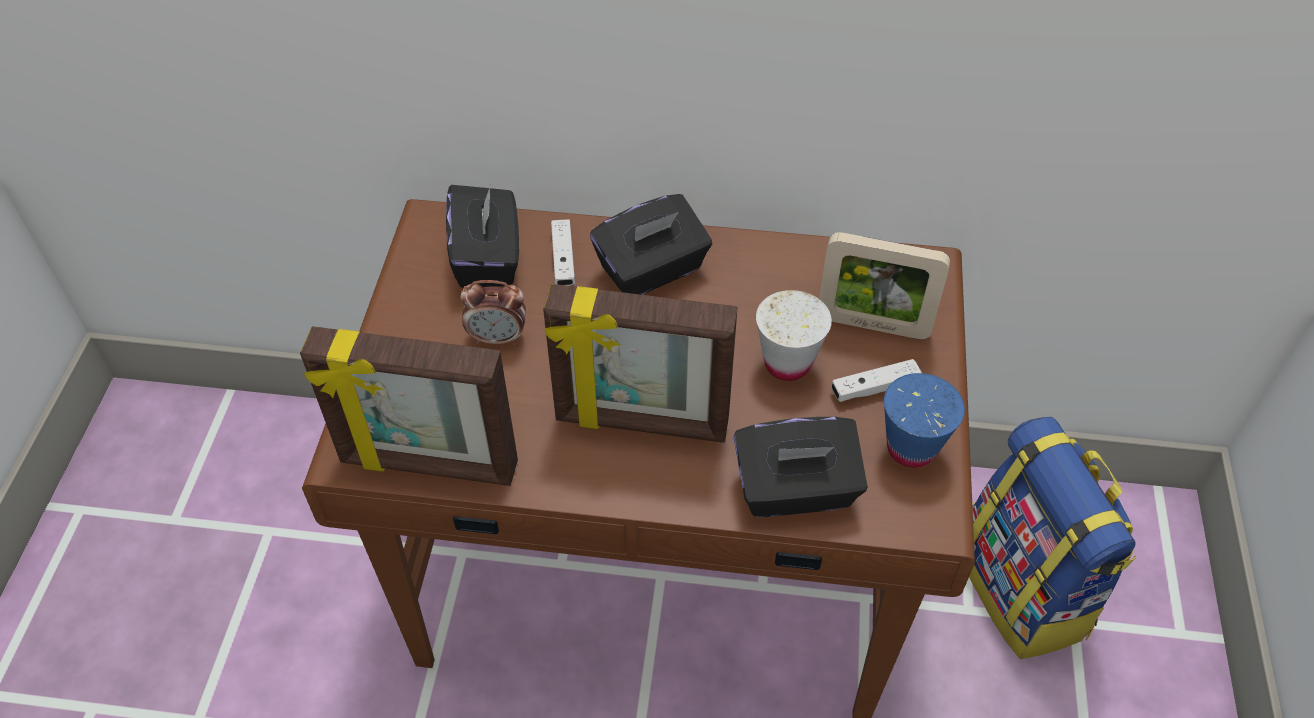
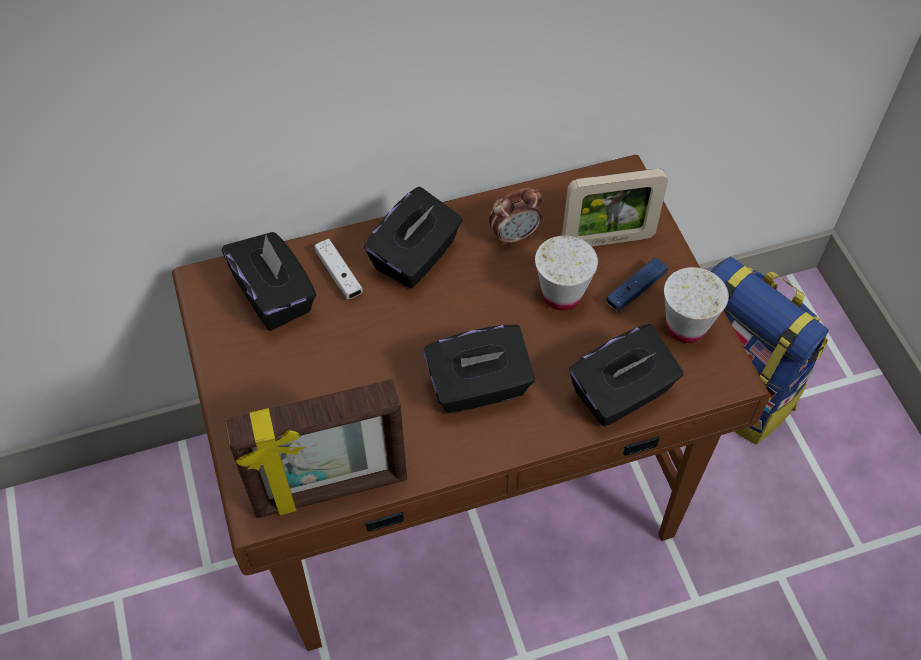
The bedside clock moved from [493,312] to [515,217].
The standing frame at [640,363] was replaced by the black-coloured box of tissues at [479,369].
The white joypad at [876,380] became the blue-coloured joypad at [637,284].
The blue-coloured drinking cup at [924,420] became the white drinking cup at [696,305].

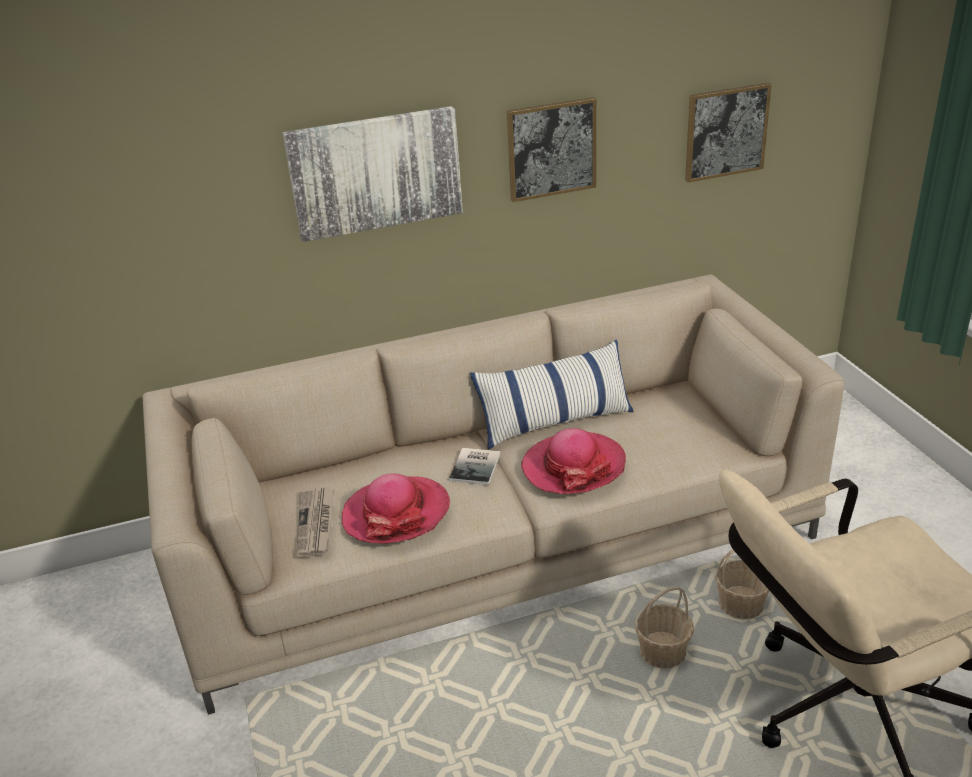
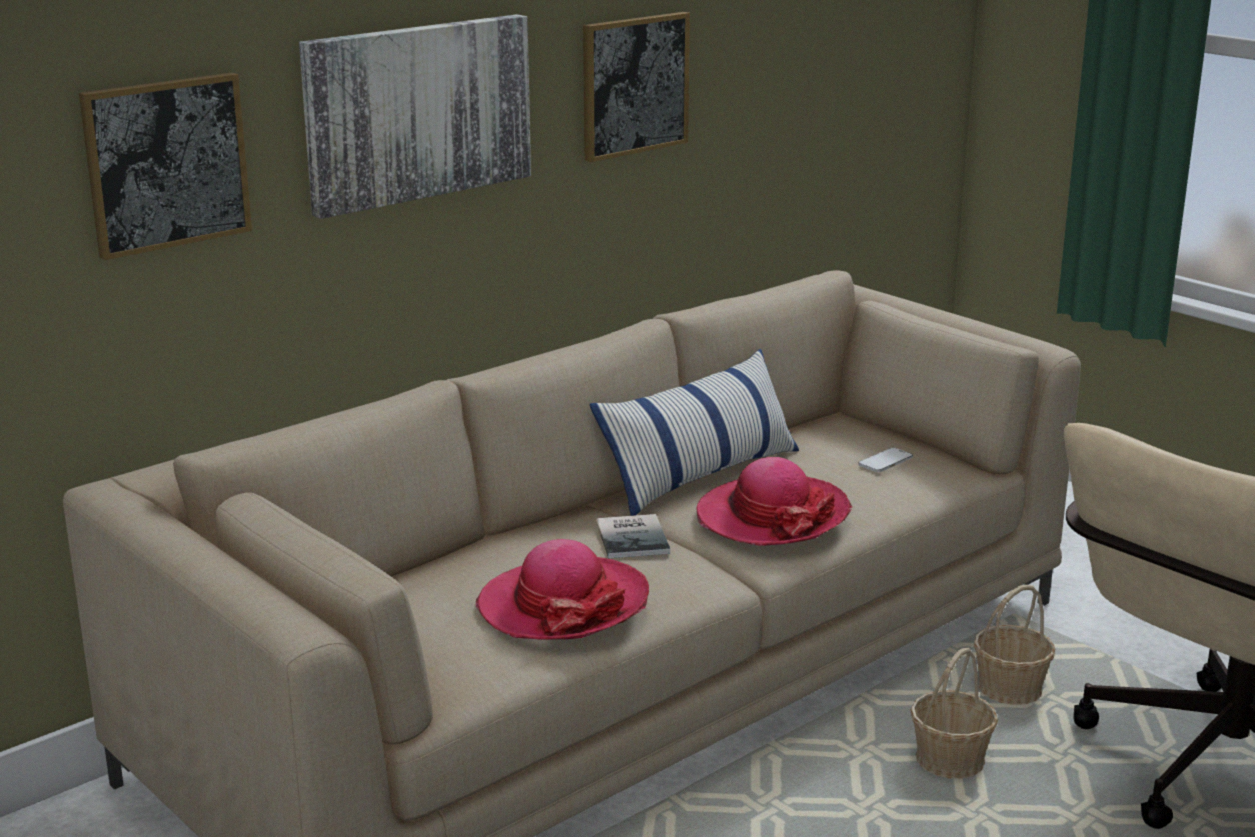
The newspaper at [315,522] disappeared.
The wall art moved from [728,133] to [165,166].
The telephone at [885,460] appeared.

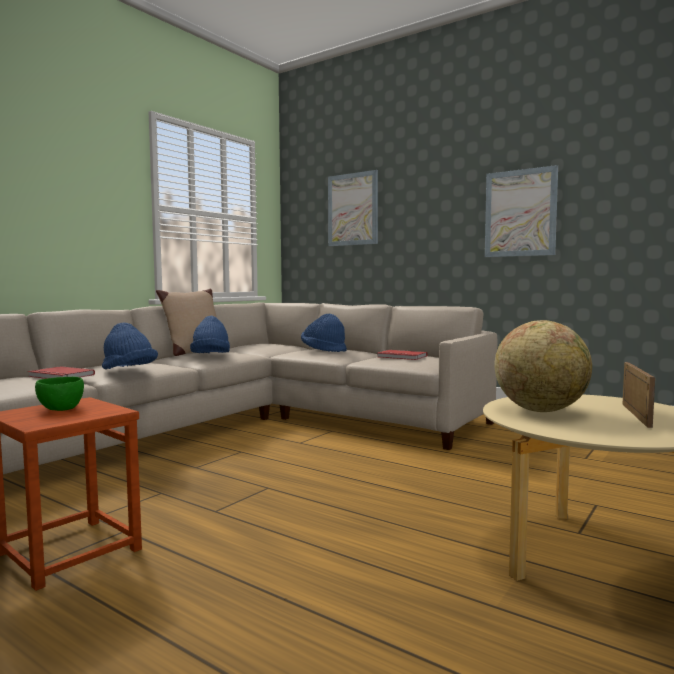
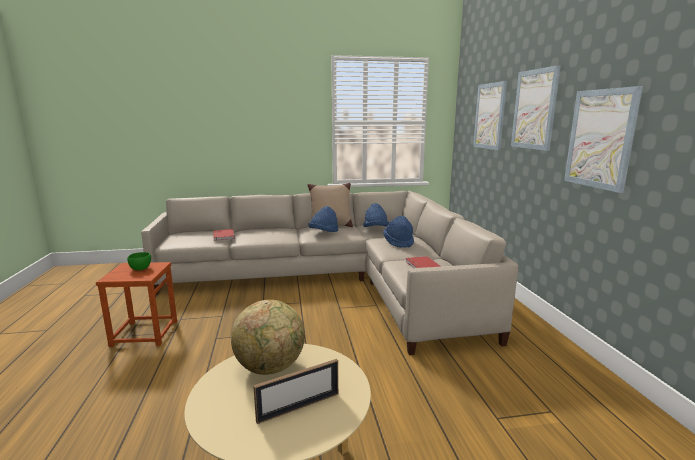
The blue-coloured wearable hat moved from [130,345] to [376,215].
The wall art at [536,108] appeared.

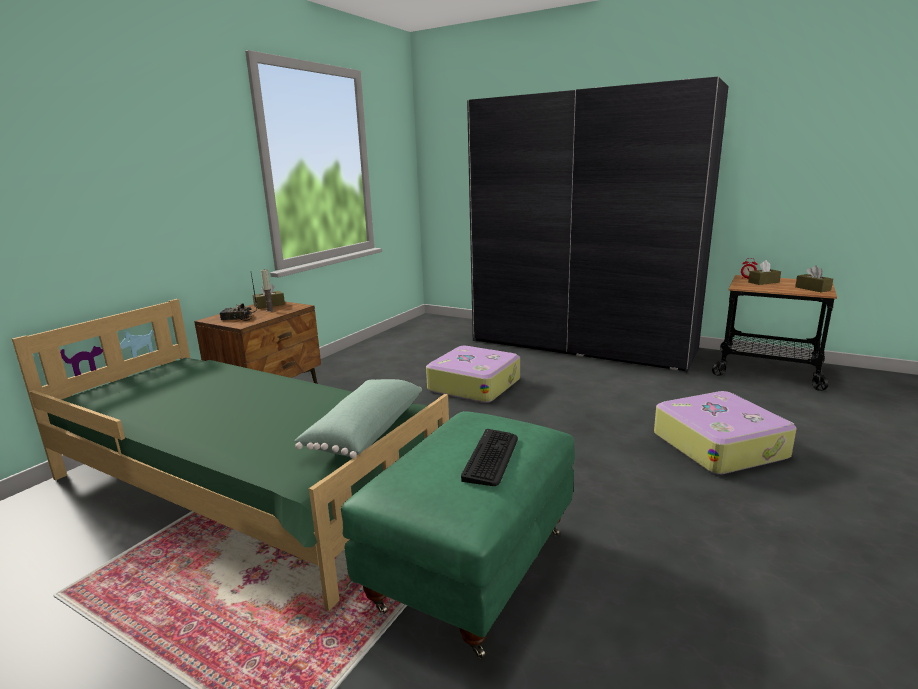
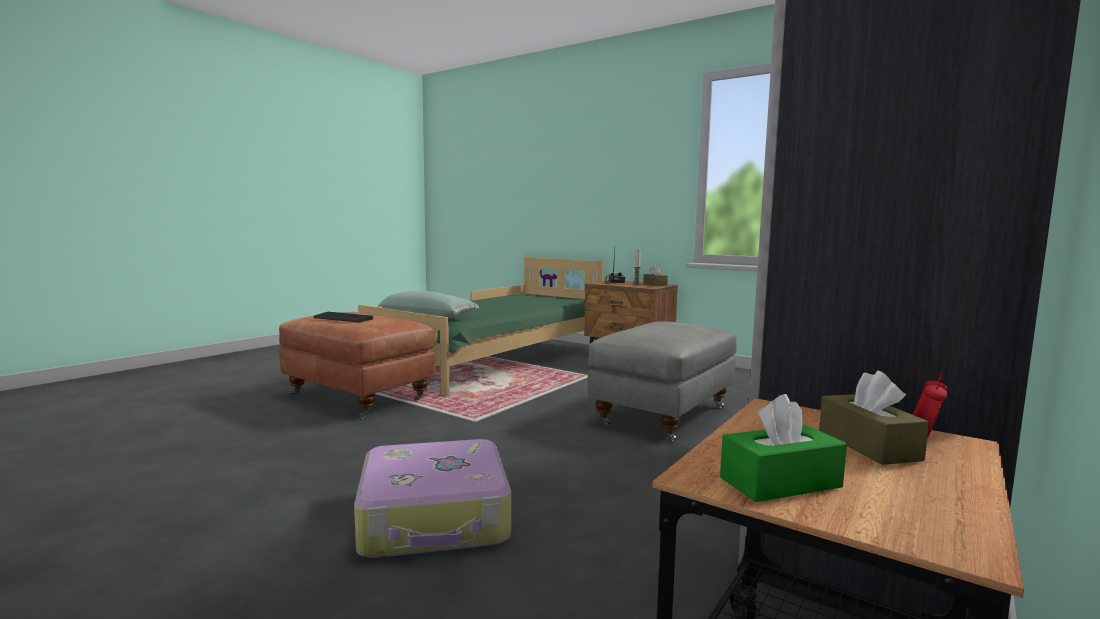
The green pouffe at [458,535] became the brown-coloured pouffe at [357,365].
The suitcase at [473,374] was replaced by the gray pouffe at [662,381].
The brown-coloured box of tissues at [814,279] became the green box of tissues at [783,448].

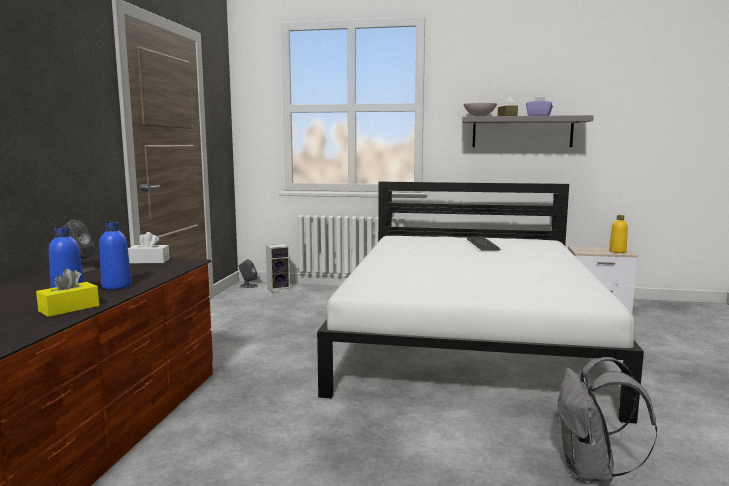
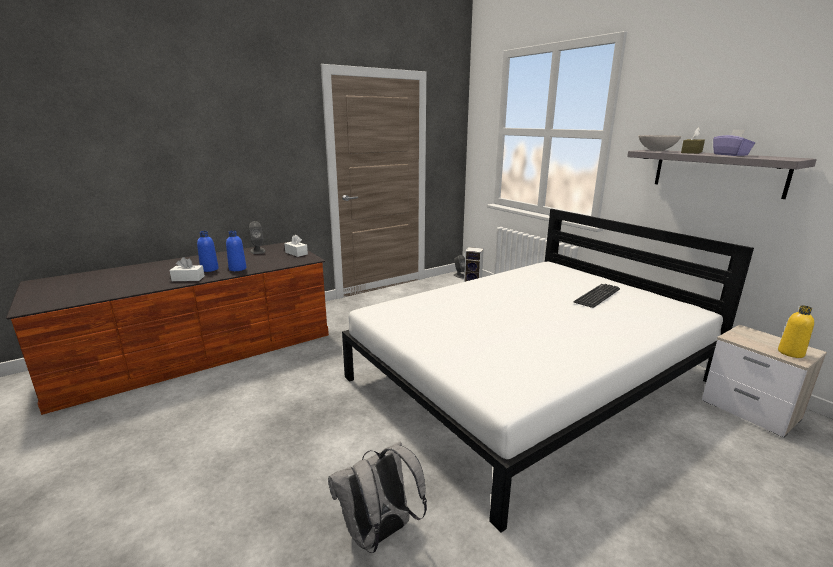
The yellowish box of tissues at [67,292] became the white box of tissues at [187,269].

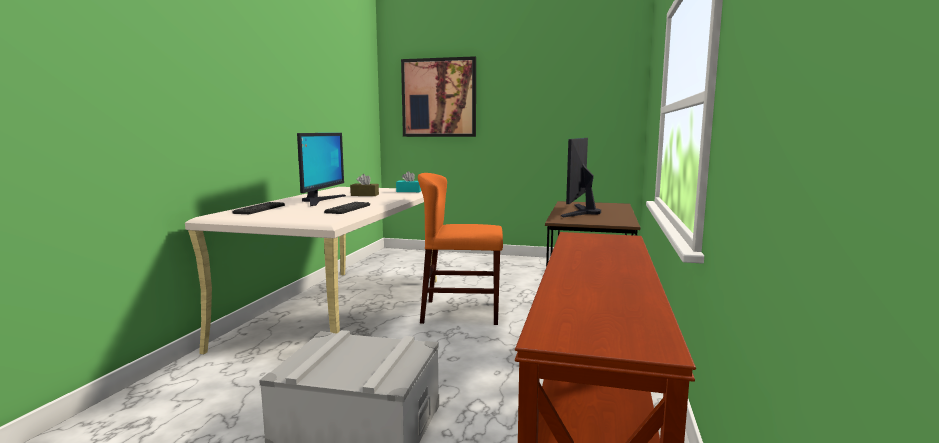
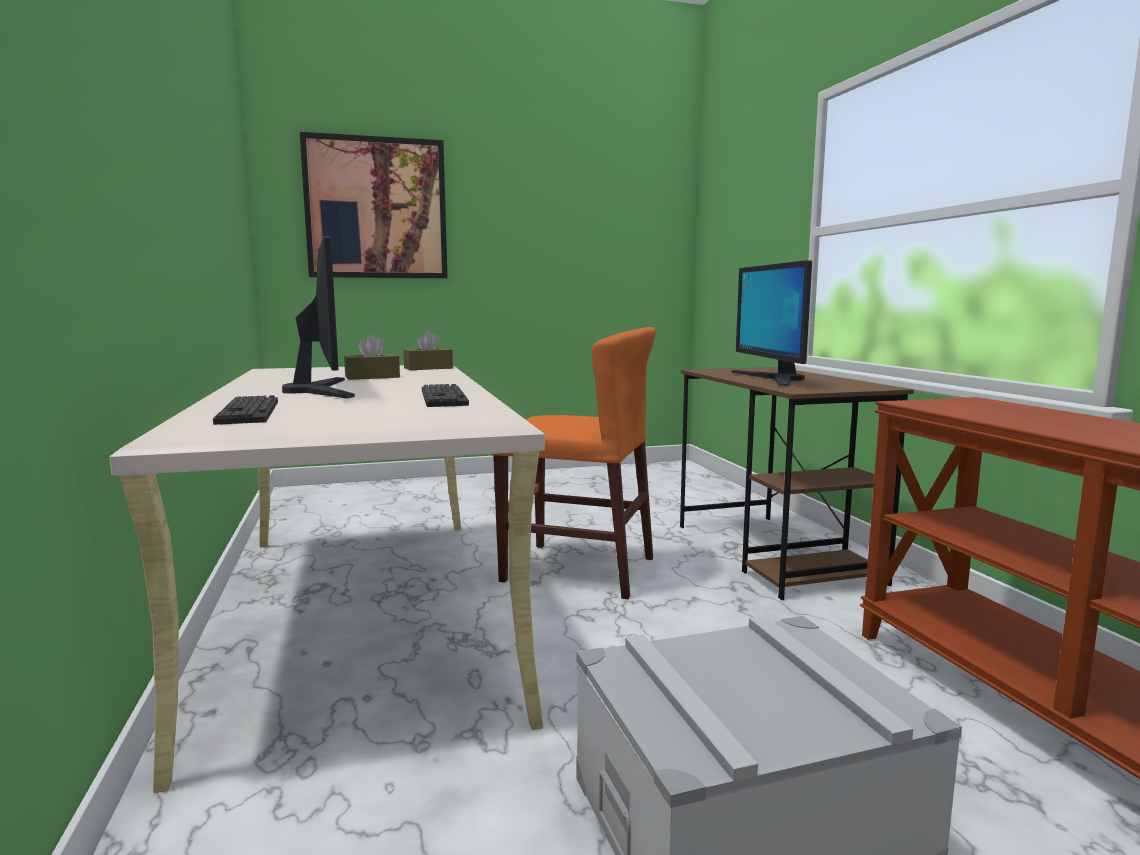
The blue-green box of tissues at [408,181] became the brown-coloured box of tissues at [428,350].
The orange-coloured chair at [460,249] turned 135 degrees counterclockwise.

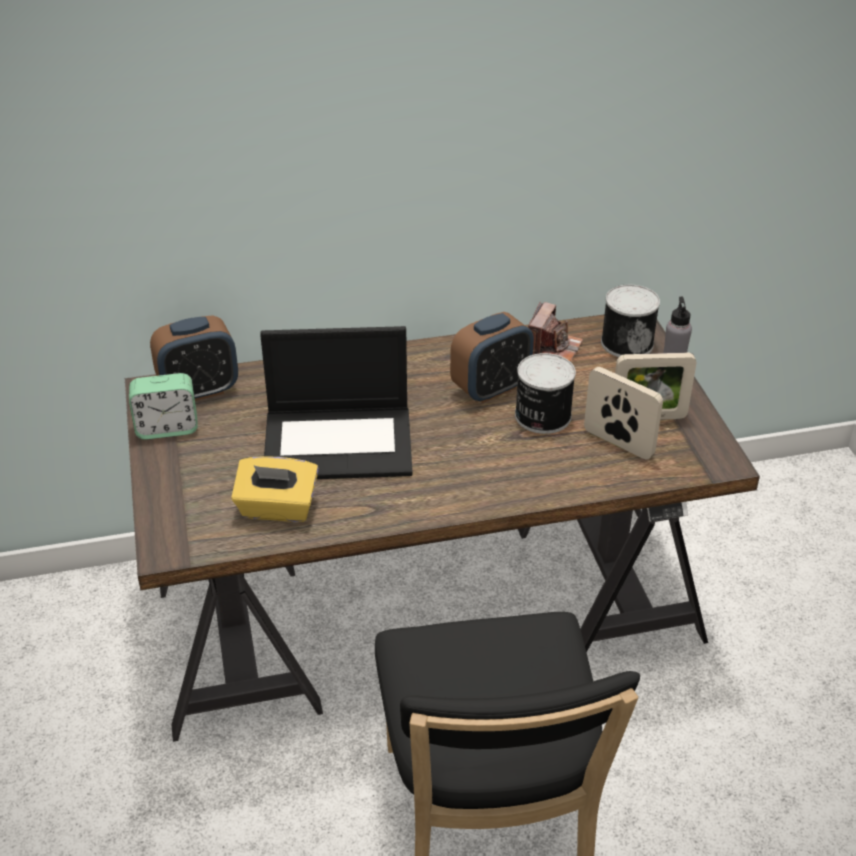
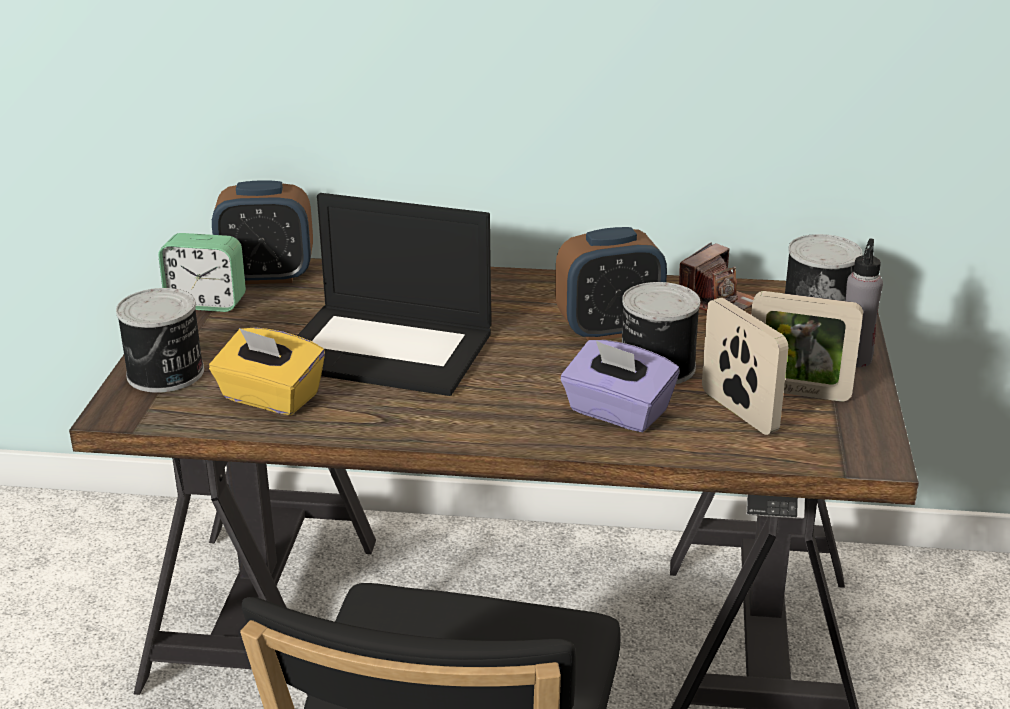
The can at [160,340] appeared.
The purplish box of tissues at [620,386] appeared.

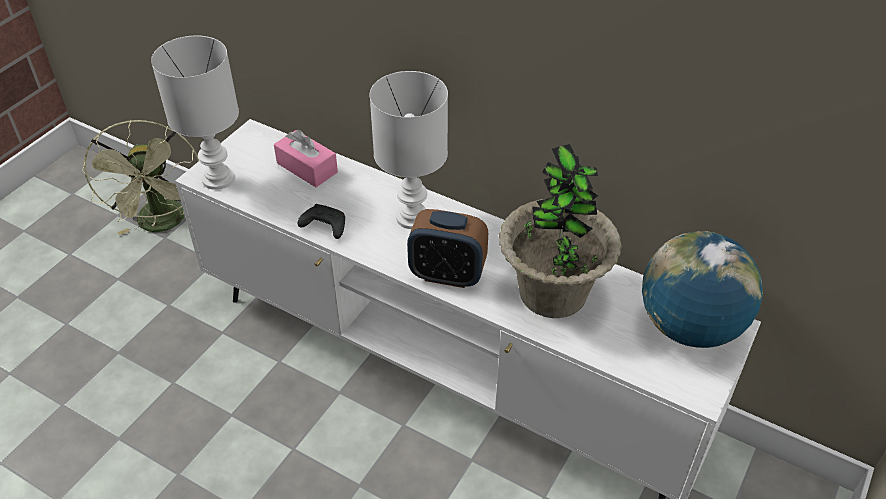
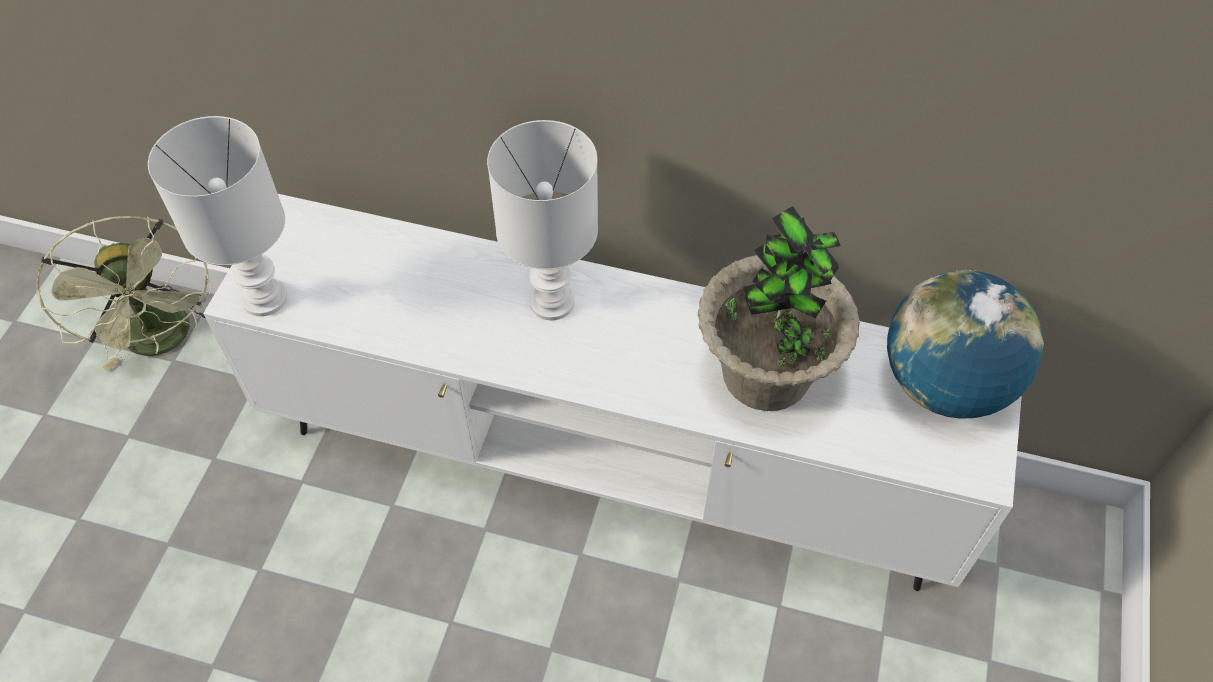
The pinkish box of tissues at [306,158] disappeared.
The black-coloured joypad at [321,221] disappeared.
The bedside clock at [447,248] disappeared.

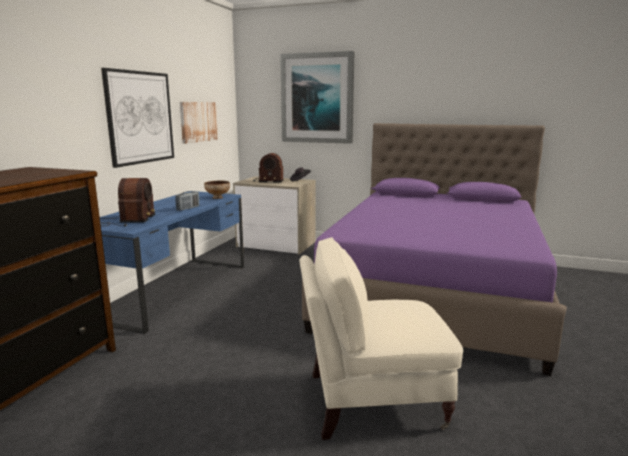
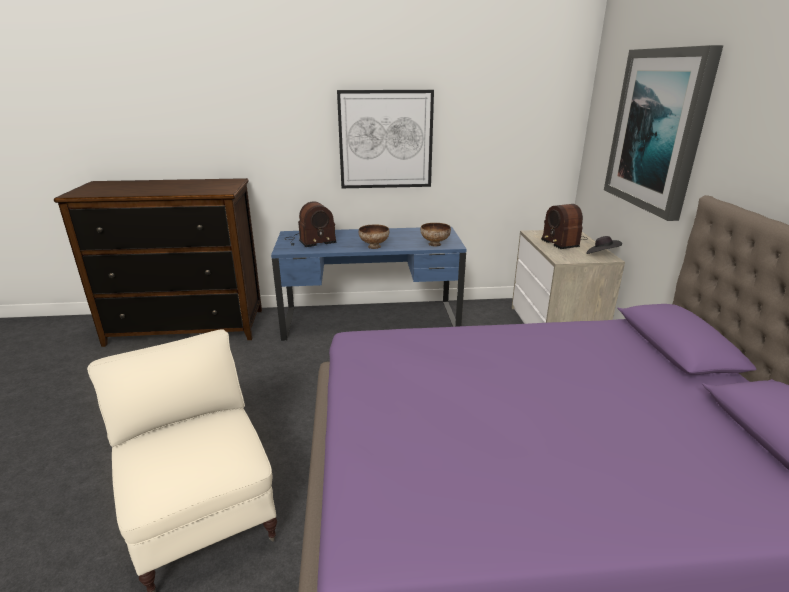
The radio set at [187,201] was replaced by the bowl at [374,236].
The wall art at [199,123] disappeared.

